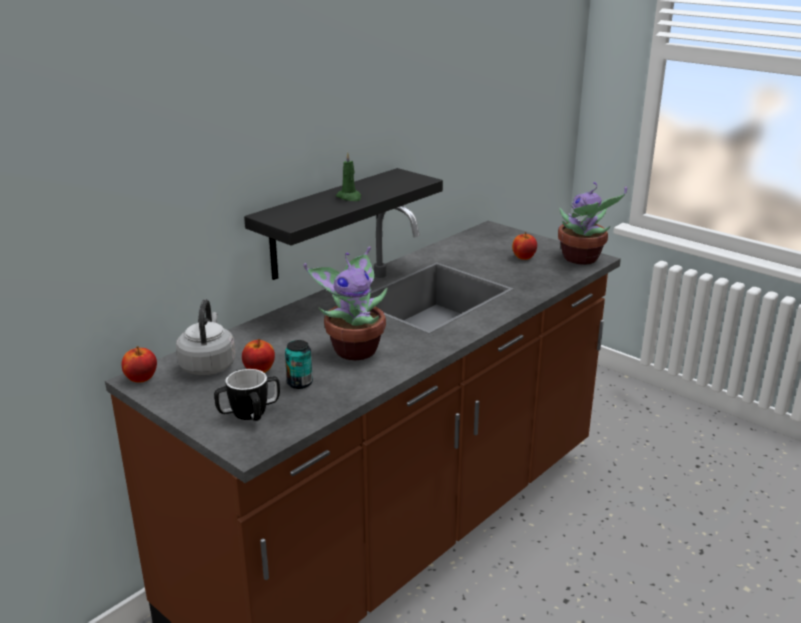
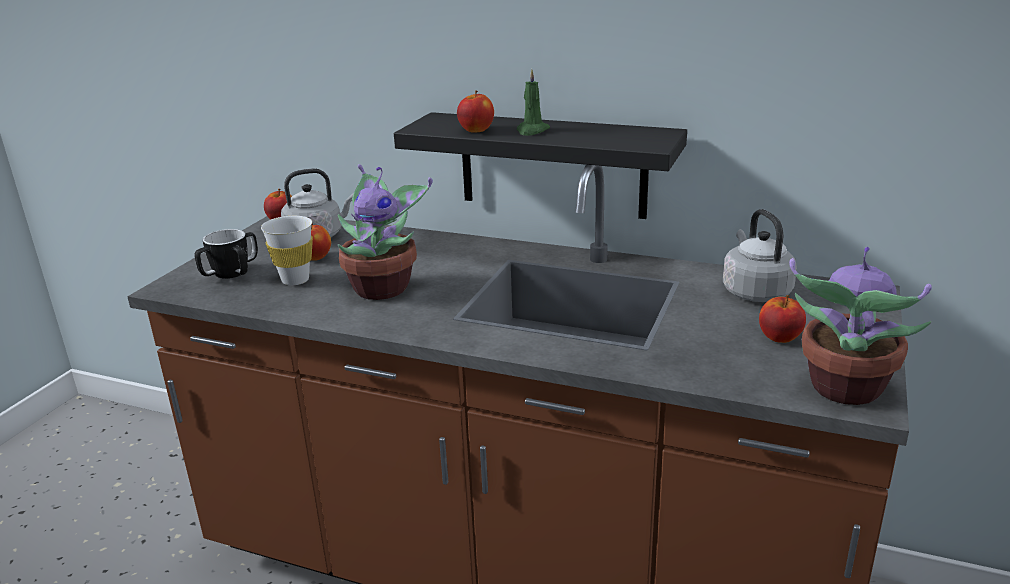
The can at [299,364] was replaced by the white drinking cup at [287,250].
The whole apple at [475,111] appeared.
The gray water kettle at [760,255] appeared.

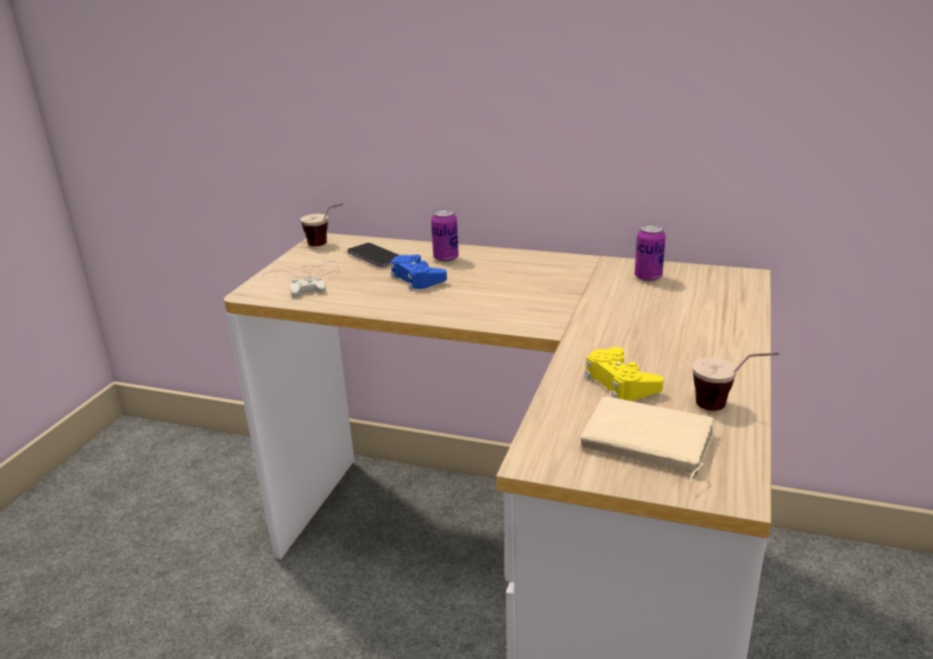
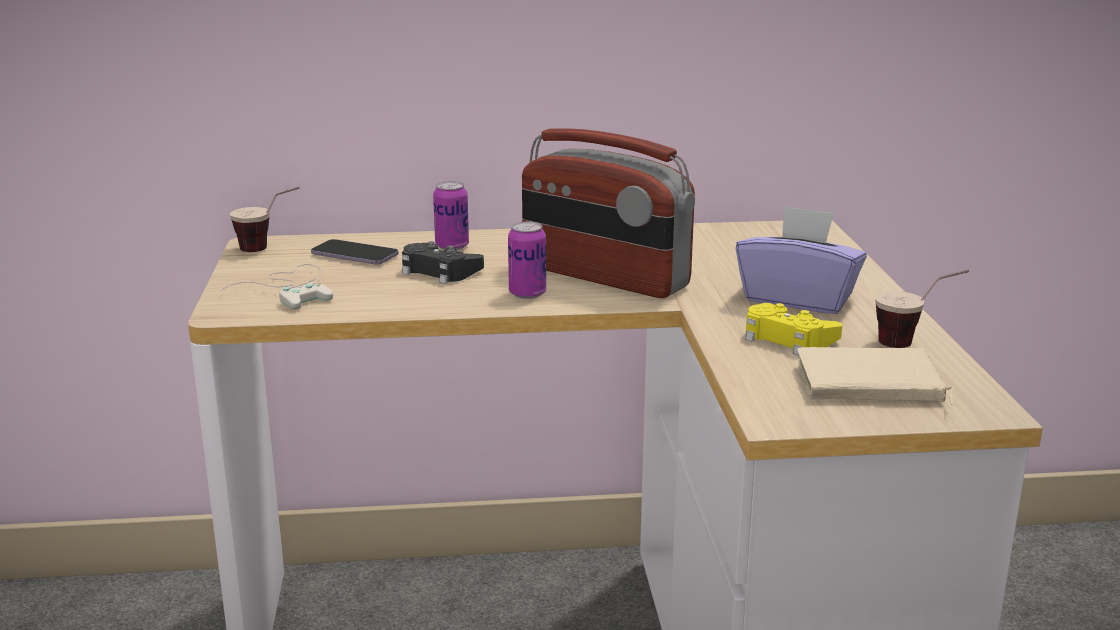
The blue-coloured joypad at [418,272] became the black-coloured joypad at [443,262].
The can moved from [650,252] to [527,260].
The radio set at [608,213] appeared.
The purplish box of tissues at [801,259] appeared.

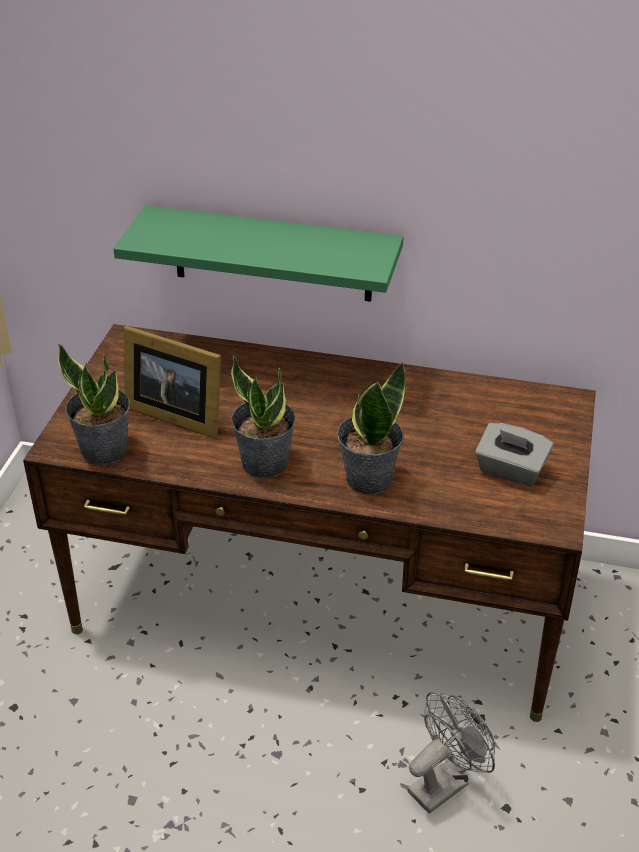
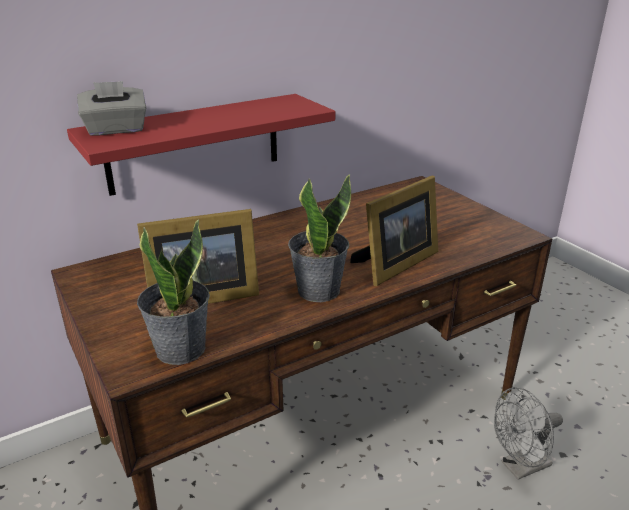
The green bracket shelf at [258,253] became the red-coloured bracket shelf at [201,145].
The plant in a pot at [371,428] was replaced by the standing frame at [394,231].
The gray electric fan at [451,753] turned 120 degrees counterclockwise.
The gray box of tissues moved from [514,455] to [111,108].

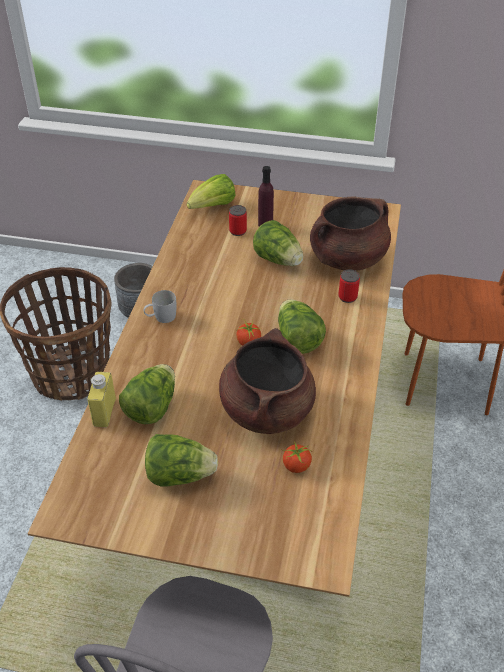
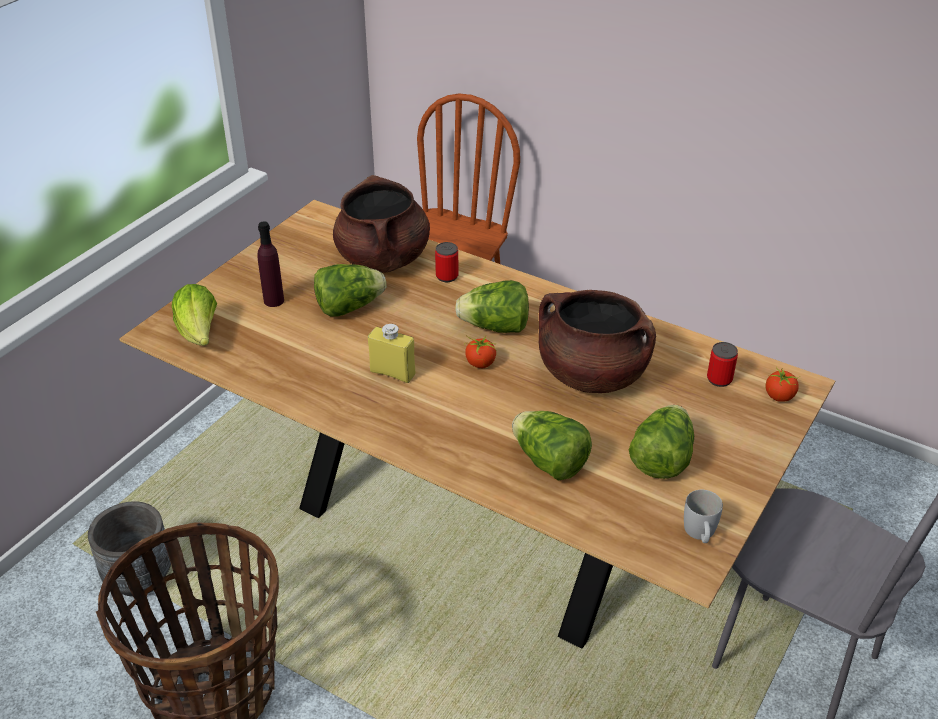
The yellowish drink bottle moved from [101,399] to [391,353].
The white coffee mug moved from [160,306] to [703,516].
The can moved from [238,220] to [722,364].
The fresh tomato moved from [297,457] to [782,384].

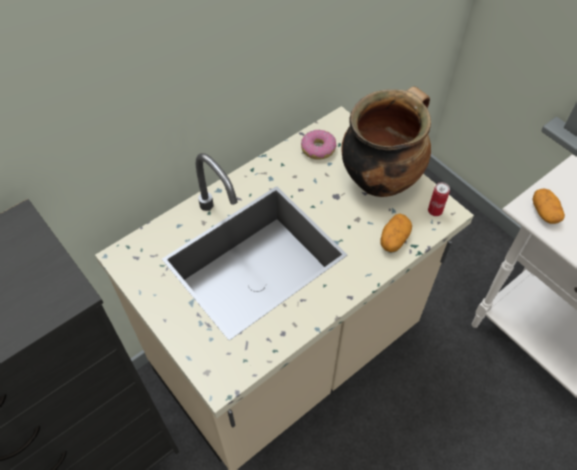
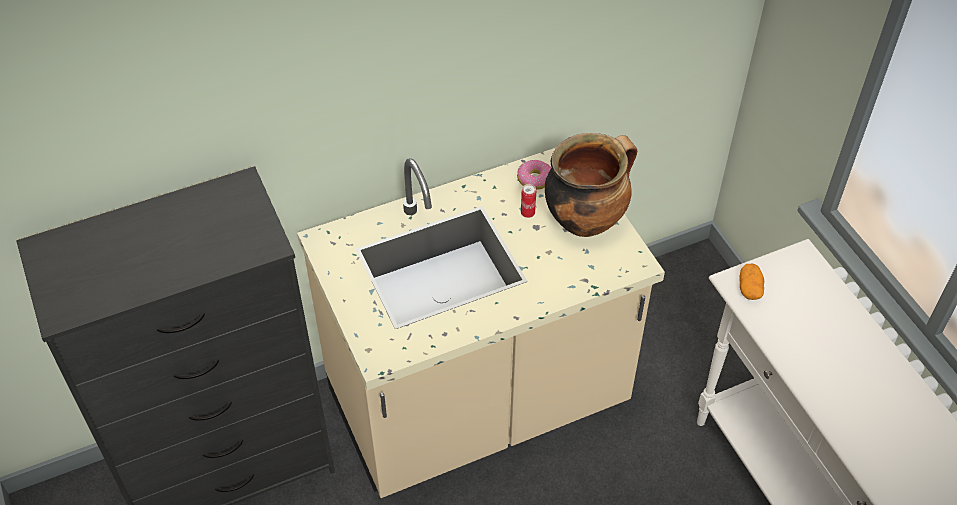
The spud at [396,233] disappeared.
The can moved from [439,199] to [528,201].

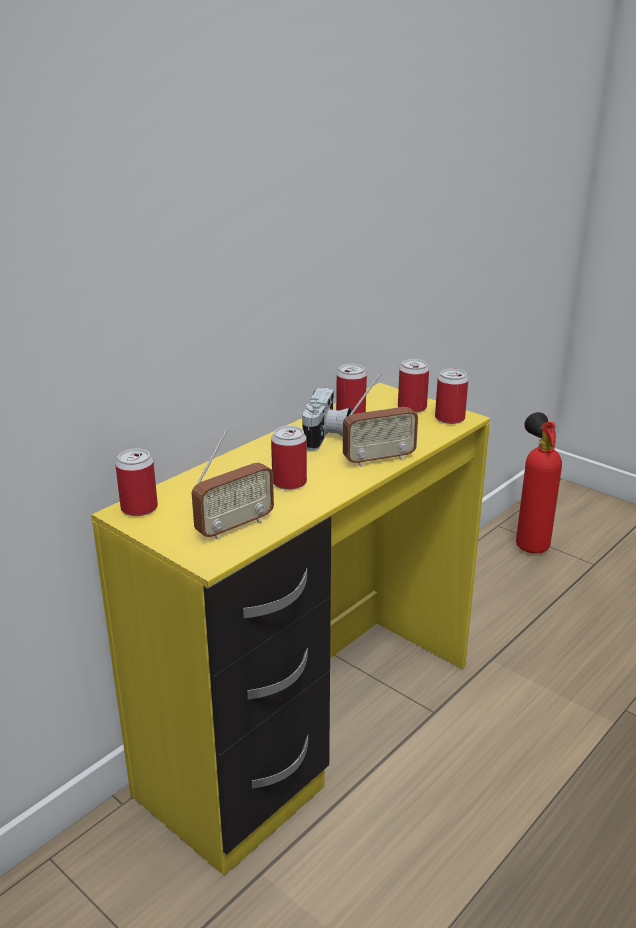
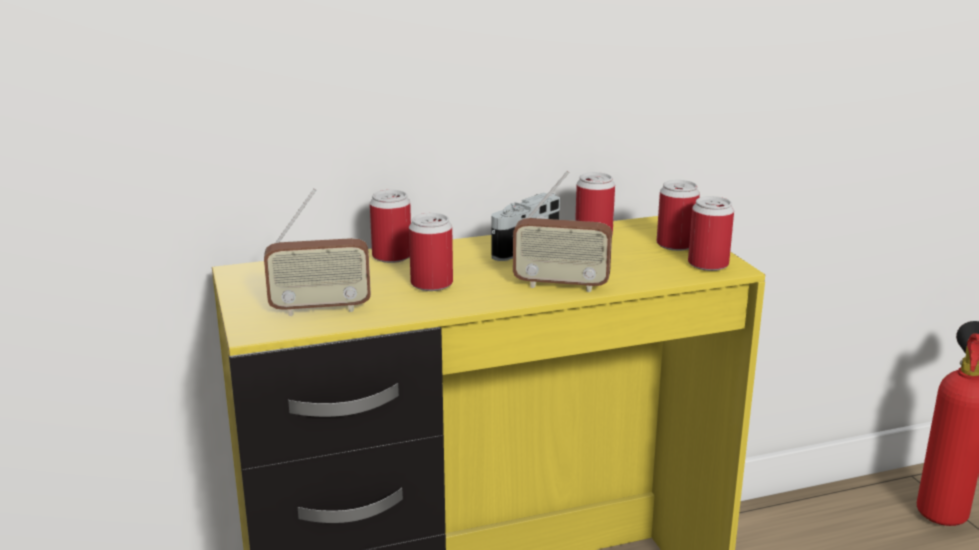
The can moved from [136,482] to [390,226].

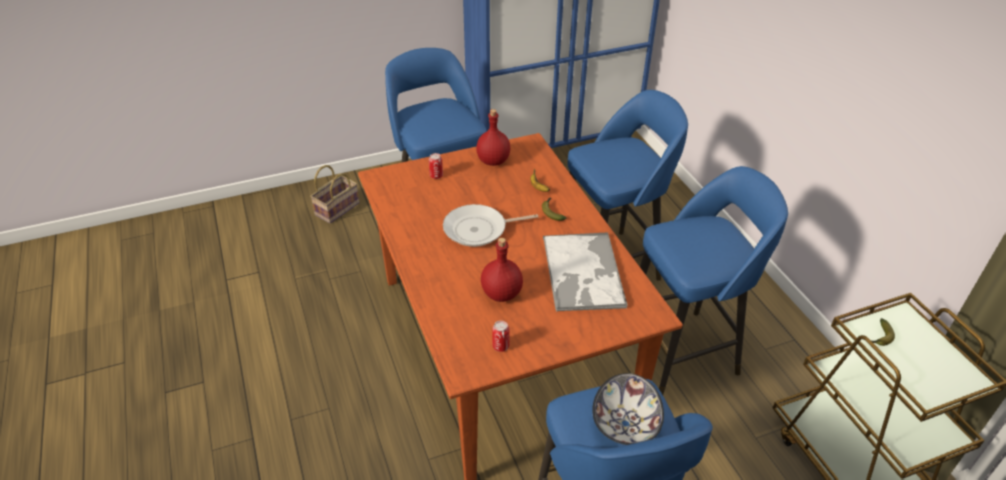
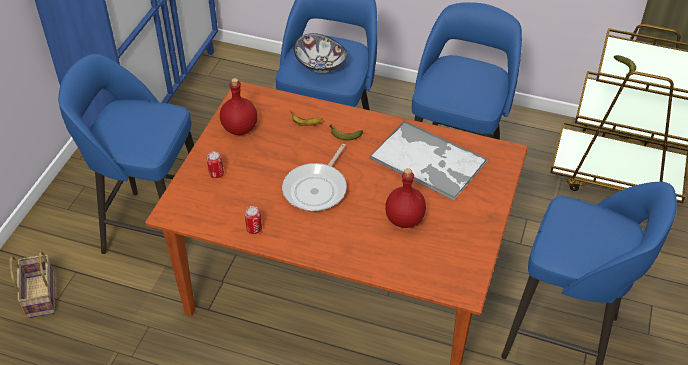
The can moved from [501,336] to [253,220].
The bowl moved from [628,409] to [321,53].

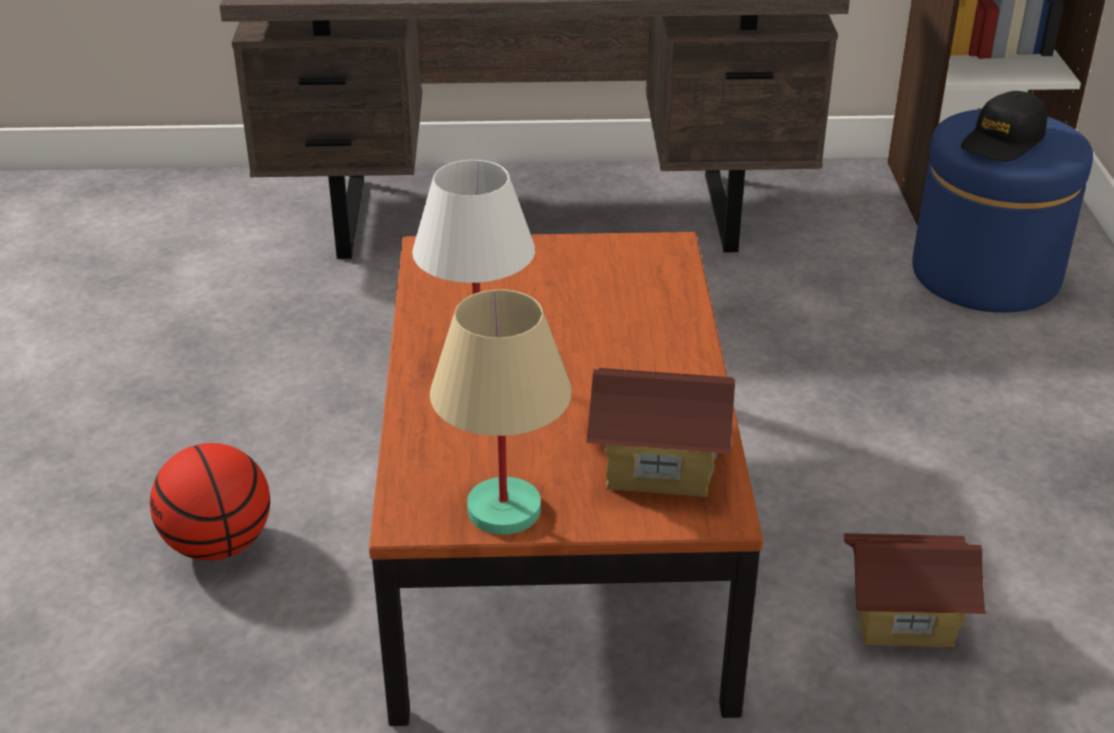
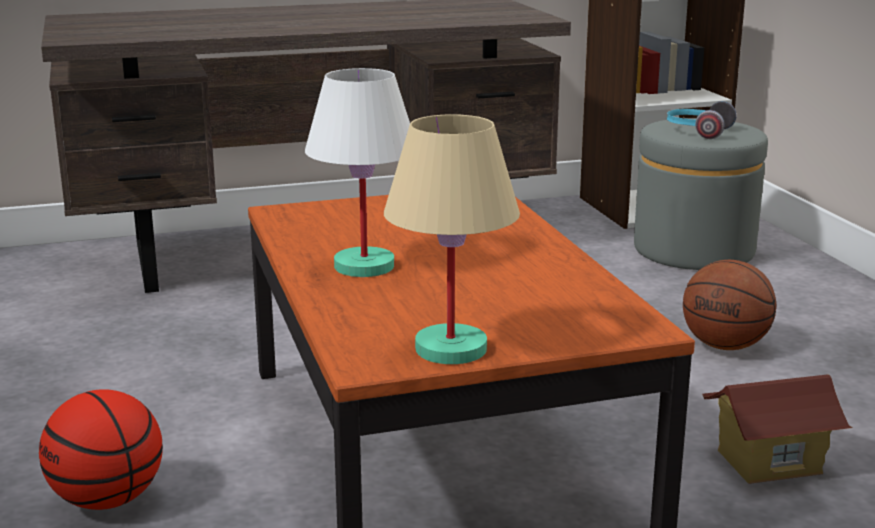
The miniature house at [660,432] disappeared.
The blue-coloured pouffe at [1002,211] became the gray pouffe at [701,194].
The black-coloured cap at [1004,126] was replaced by the headphones at [701,120].
The basketball at [729,305] appeared.

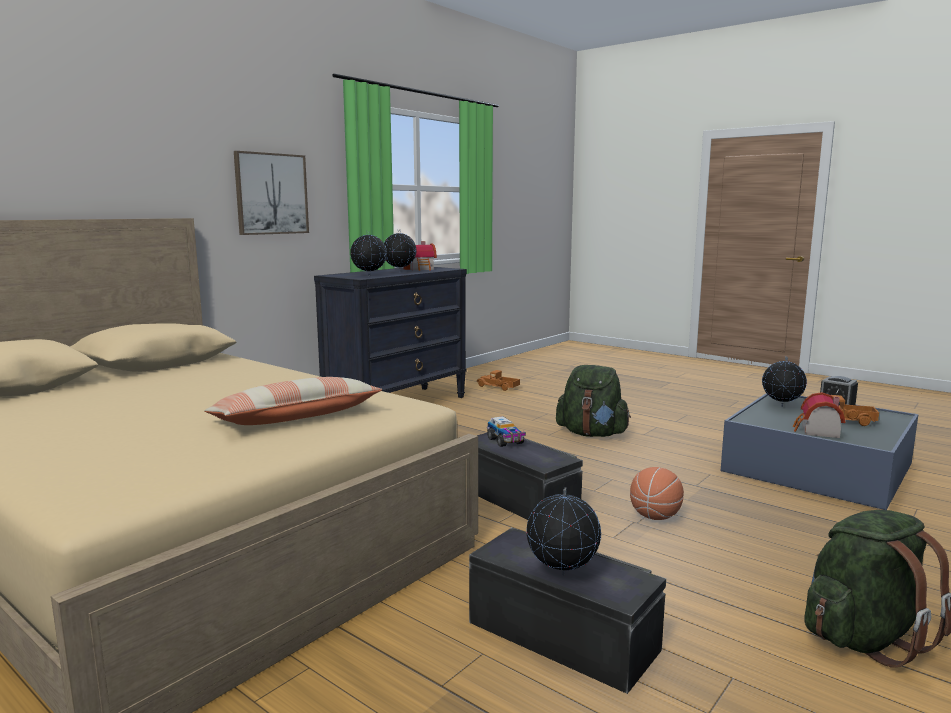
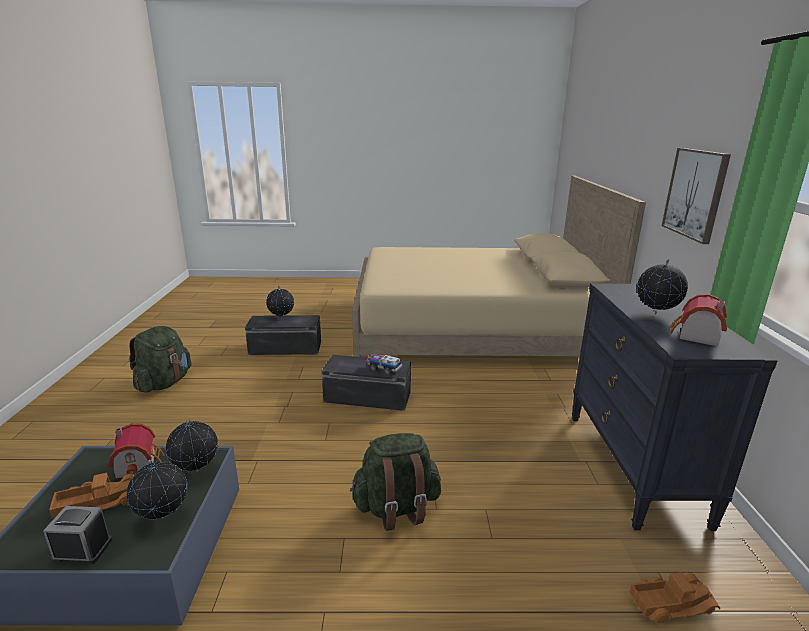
The throw pillow at [293,401] disappeared.
The desk globe moved from [368,253] to [192,446].
The basketball at [657,493] disappeared.

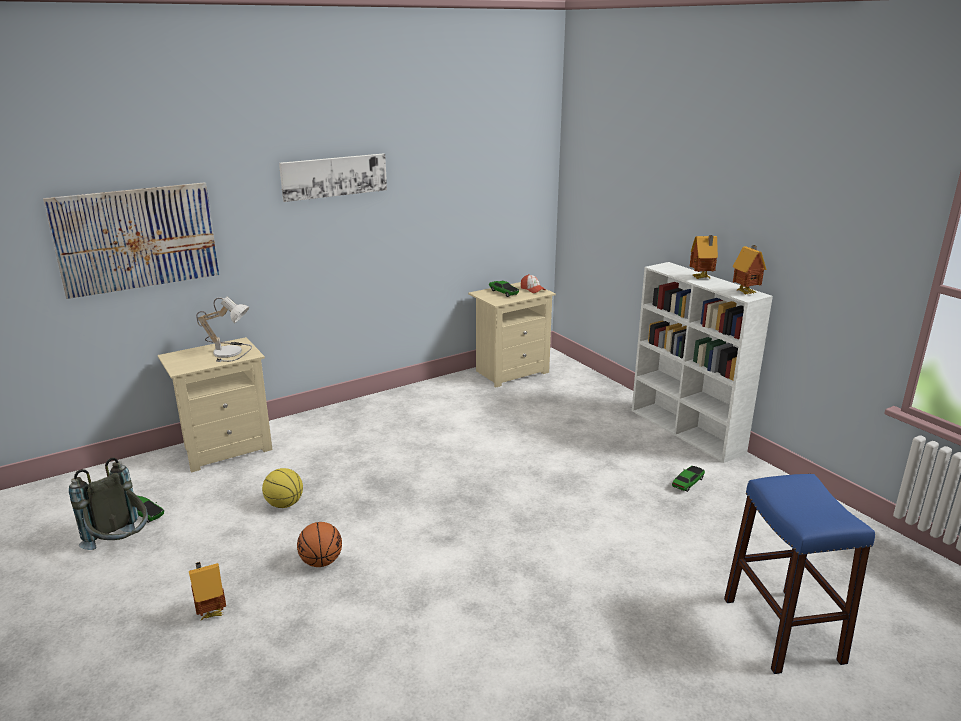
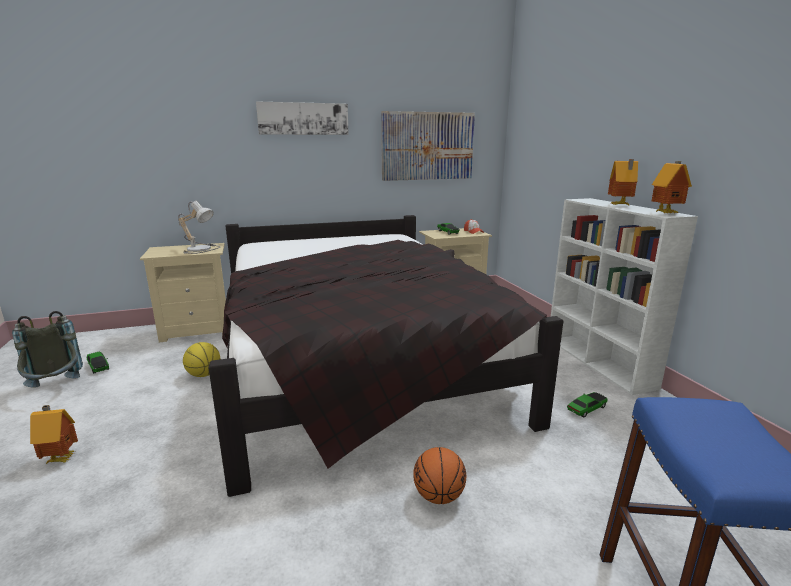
The wall art moved from [131,240] to [428,146].
The basketball moved from [319,544] to [439,475].
The black-coloured bed at [386,356] appeared.

